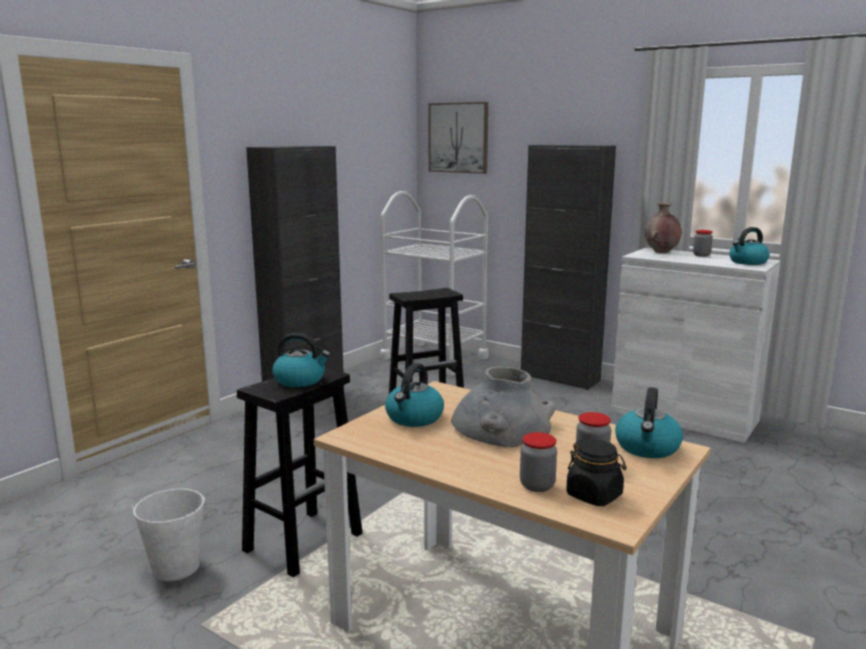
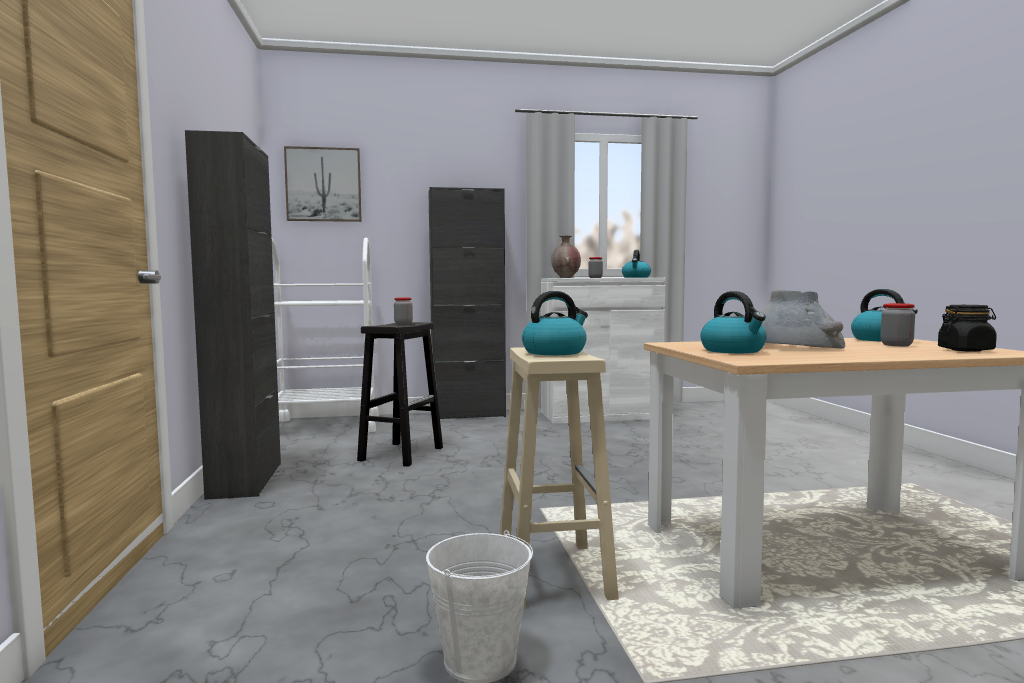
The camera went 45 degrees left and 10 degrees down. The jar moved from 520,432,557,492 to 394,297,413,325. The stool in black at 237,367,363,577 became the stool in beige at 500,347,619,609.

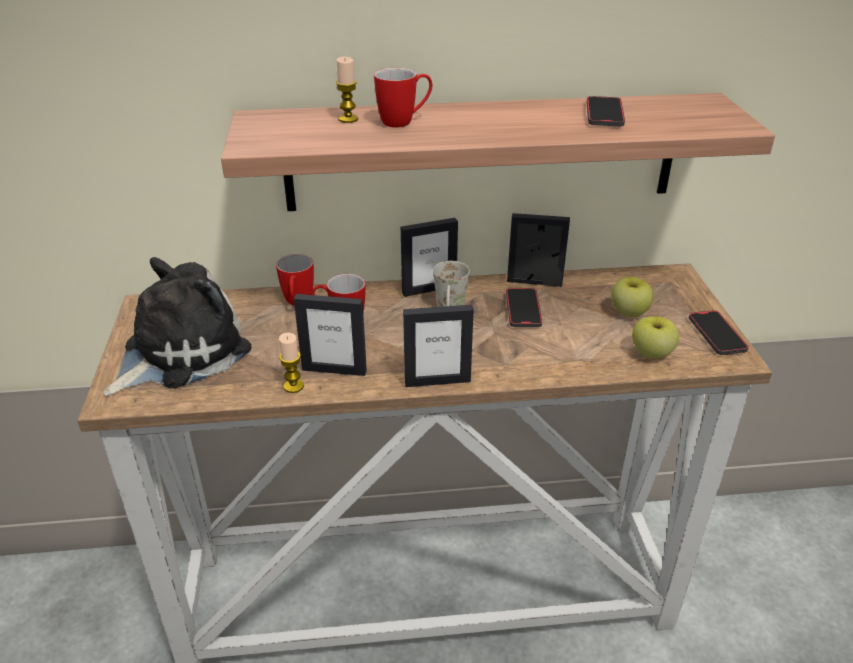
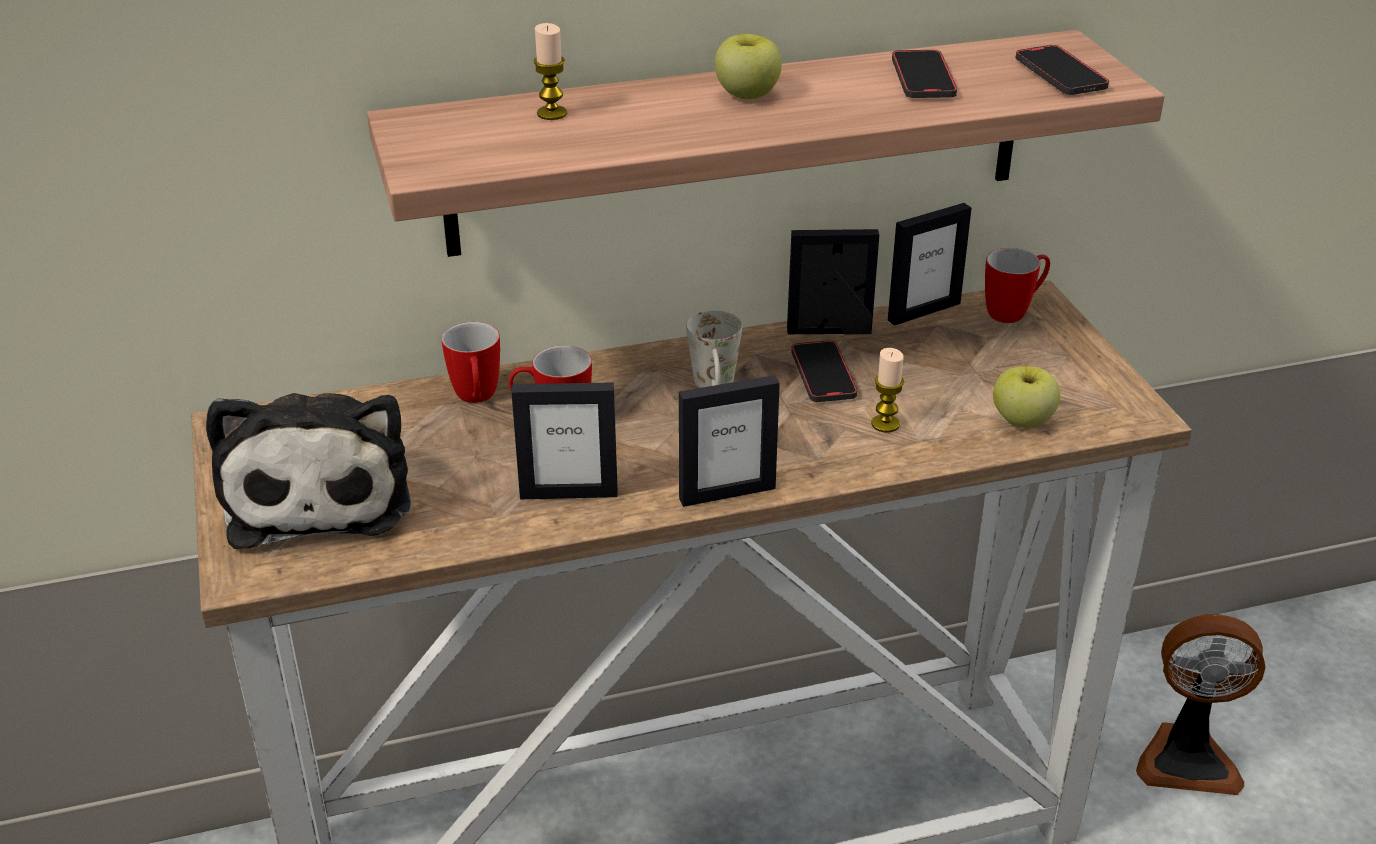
The camera went 10 degrees left and 0 degrees up. The fan at 1136,614,1266,795 appeared. The candle moved from 279,333,304,393 to 871,348,904,433. The mug moved from 374,68,432,128 to 985,248,1050,323. The picture frame moved from 401,218,458,297 to 888,203,972,326. The apple moved from 611,277,653,317 to 715,34,782,99. The phone moved from 689,310,749,355 to 1016,45,1109,95. The plush toy at 104,257,252,397 turned 135 degrees clockwise.

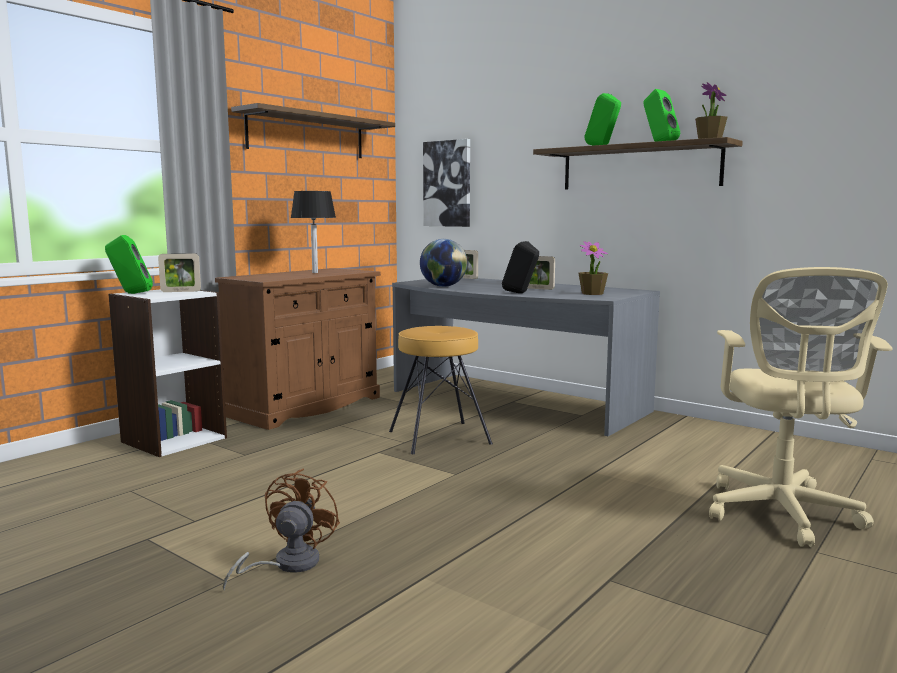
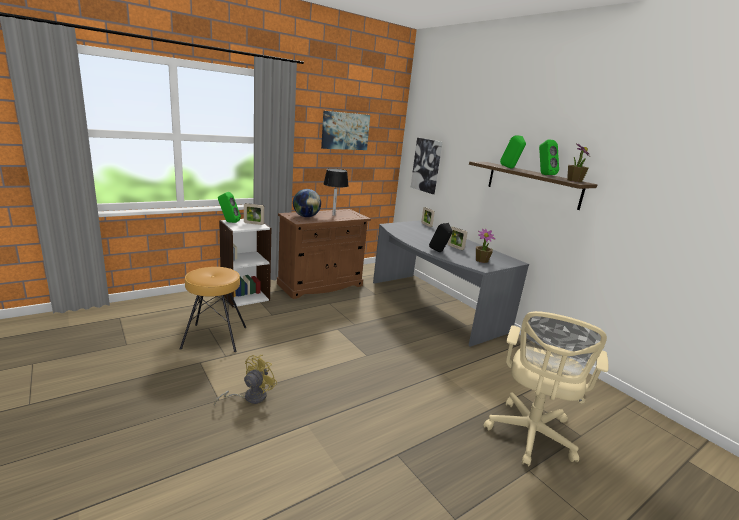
The camera went 15 degrees right and 10 degrees up. The stool in brown moved from 389,326,493,454 to 180,267,246,352. The globe moved from 420,239,467,287 to 293,189,321,217. The shelf at 231,103,395,158 was replaced by the picture at 321,111,370,150. The fan in brown at 223,469,340,591 became the fan in yellow at 214,355,277,406.

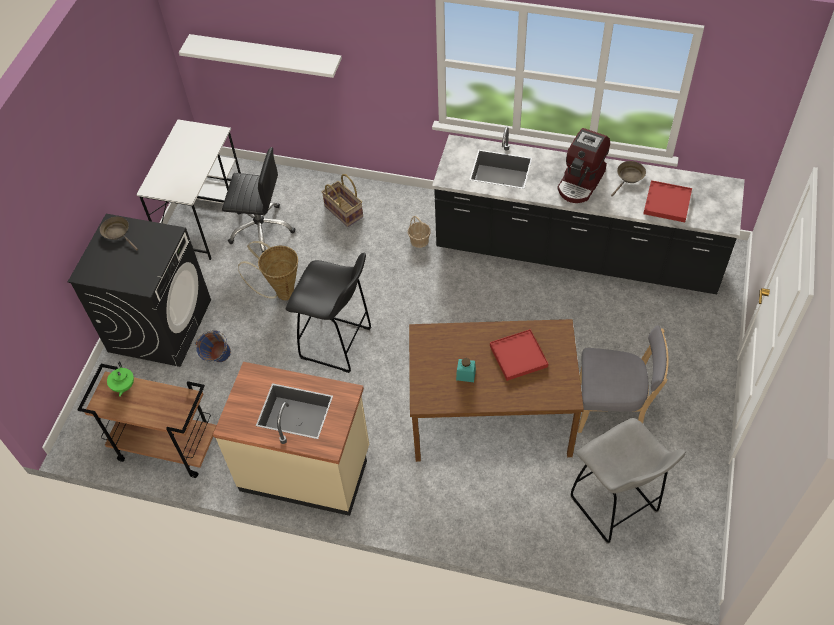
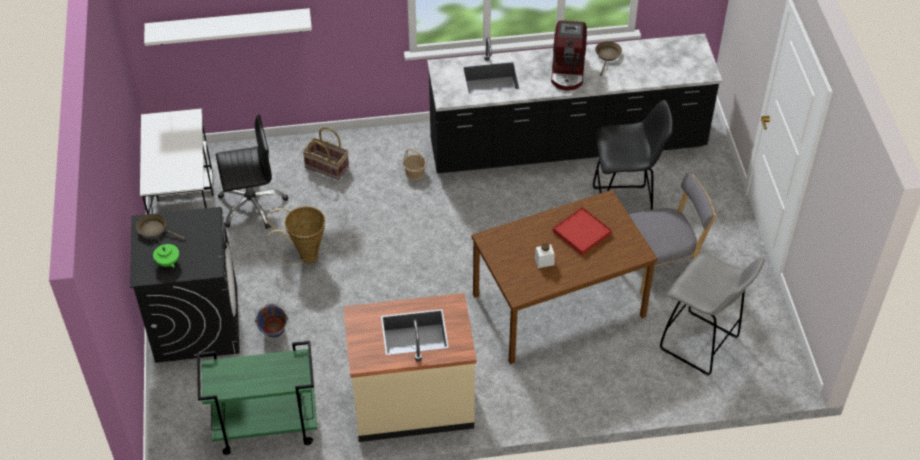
The camera went 25 degrees left and 5 degrees down. The tray in red at 643,180,692,222 disappeared. The teapot in green moved from 107,362,134,397 to 153,239,179,268. The stool in black moved from 286,252,371,373 to 593,100,673,210. The cart in brown at 77,364,217,478 became the cart in green at 197,341,317,455. The jar in turquoise at 456,358,476,382 became the jar in white at 535,243,554,268.

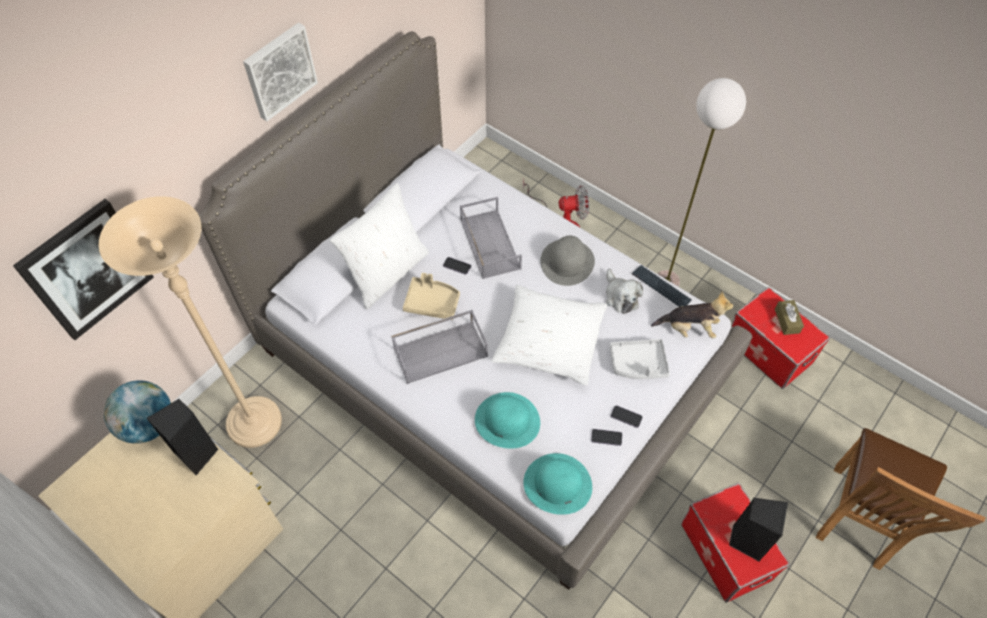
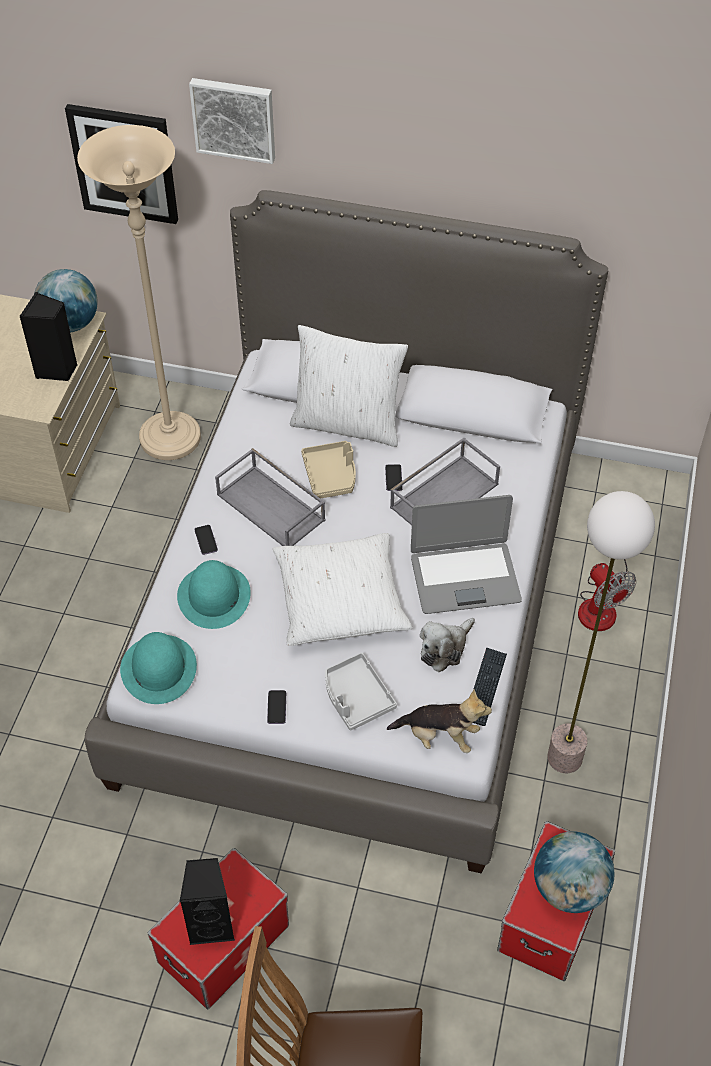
The camera went 65 degrees right and 5 degrees down. The picture moved from 243,22,318,121 to 189,78,275,164. The phone moved from 591,429,622,446 to 194,525,218,555. The hat in grey at 540,235,595,286 was replaced by the laptop at 411,495,522,614. The tissue box in brown at 775,300,804,335 was replaced by the globe at 534,831,614,913. The plush toy at 651,291,733,339 turned 60 degrees counterclockwise.

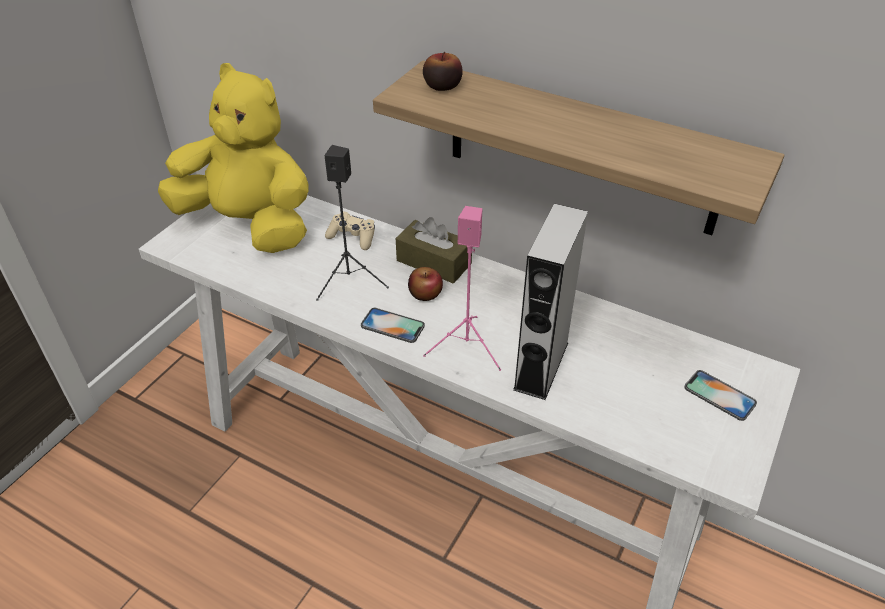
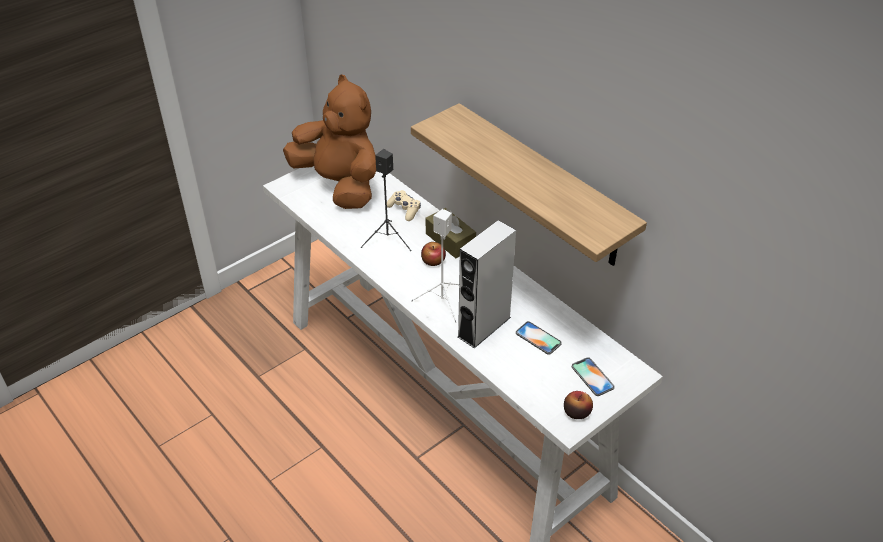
The camera went 20 degrees right and 0 degrees up. The phone moved from 361,308,425,343 to 516,321,562,355. The apple moved from 423,52,463,91 to 564,391,593,419. The plush toy in yellow at 158,63,308,253 became the plush toy in brown at 283,74,376,209. The speaker in pink at 423,206,501,371 became the speaker in white at 411,209,459,323.

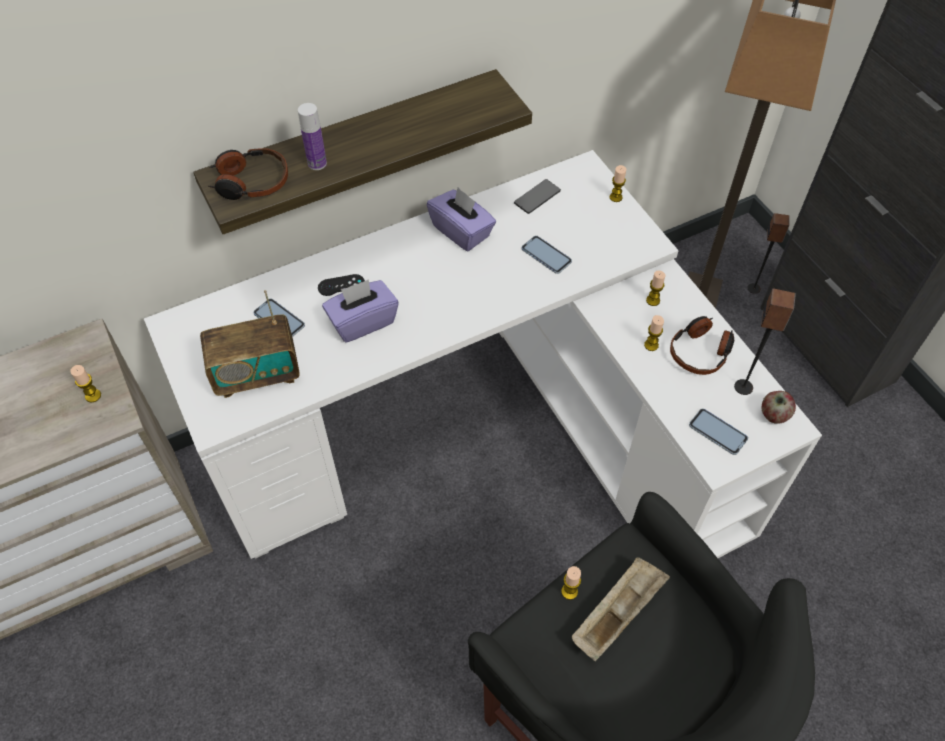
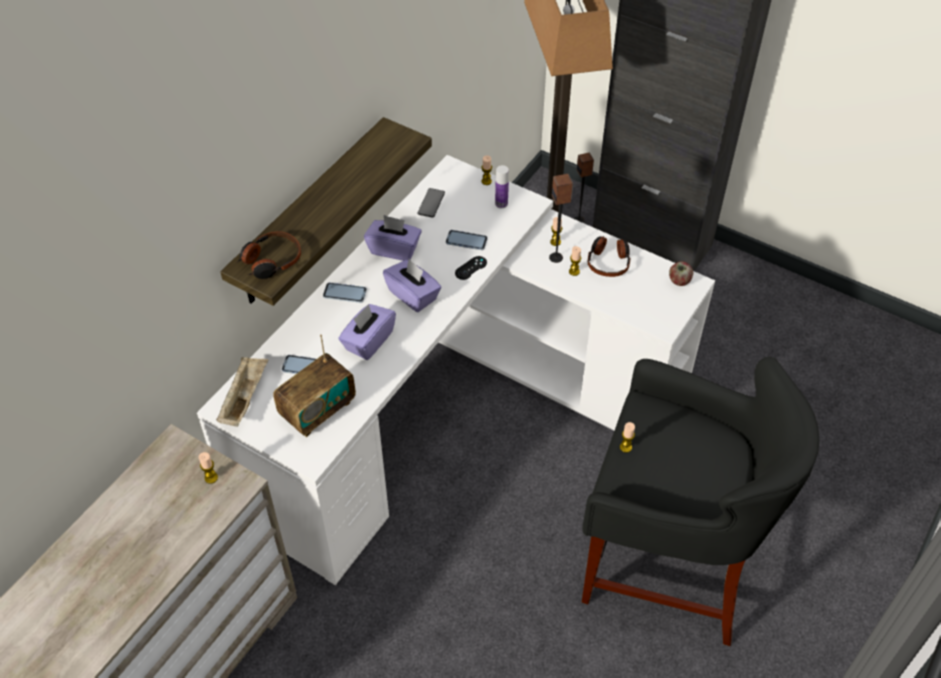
The camera went 30 degrees left and 5 degrees down. The tissue box in purple at 383,259,442,312 appeared. The bottle moved from 298,103,327,170 to 495,165,509,208. The game controller in black moved from 318,274,365,296 to 455,256,487,280. The tray in beige moved from 572,557,670,661 to 216,357,268,427. The phone moved from 689,409,748,455 to 323,283,367,303. The speaker moved from 734,288,796,395 to 549,174,573,263.

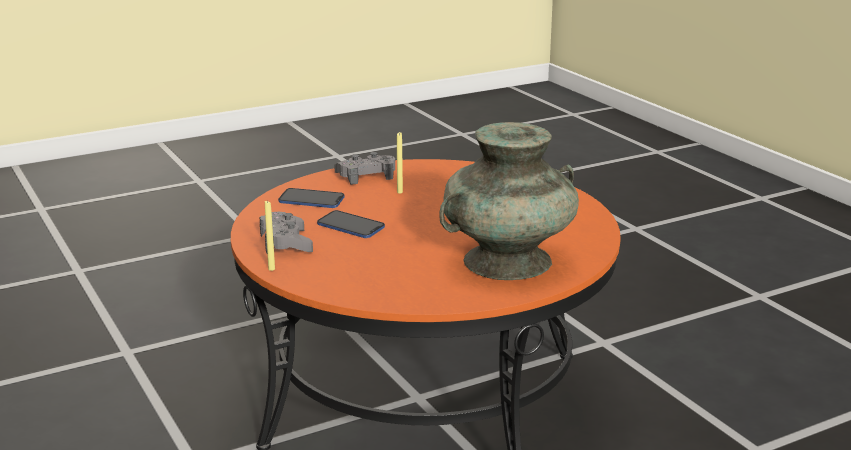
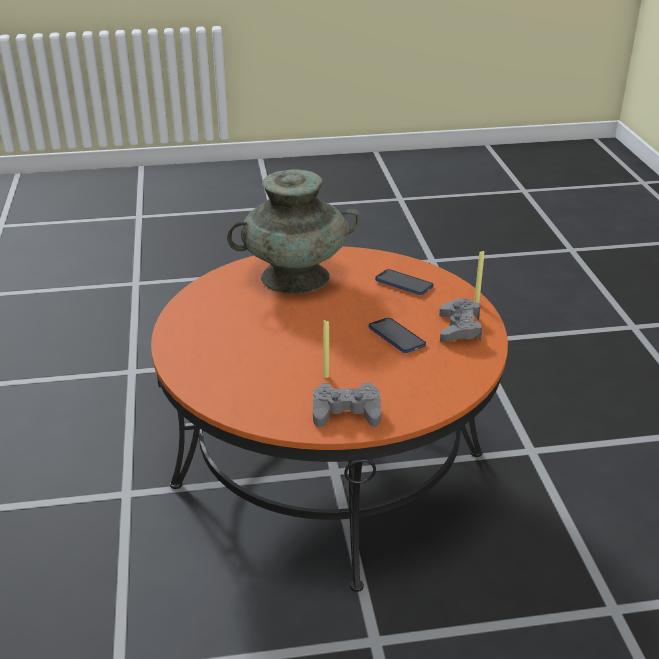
The camera went 160 degrees left and 10 degrees up. The phone moved from 278,188,344,208 to 375,269,434,295.

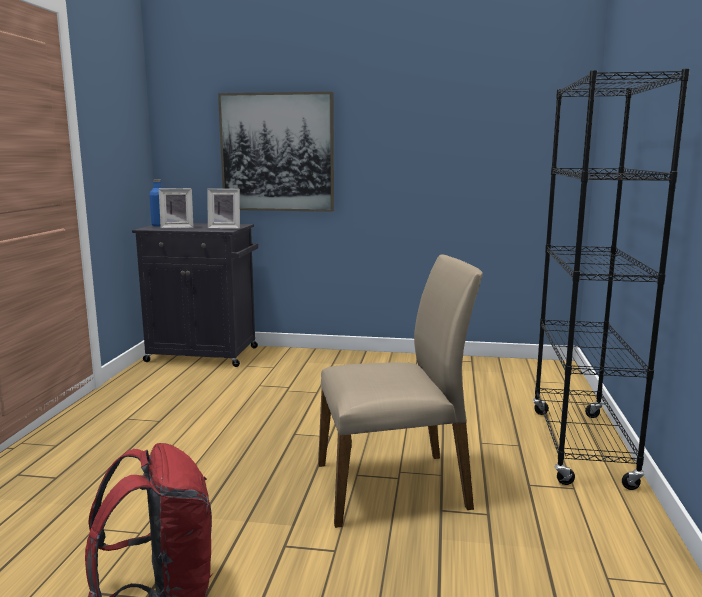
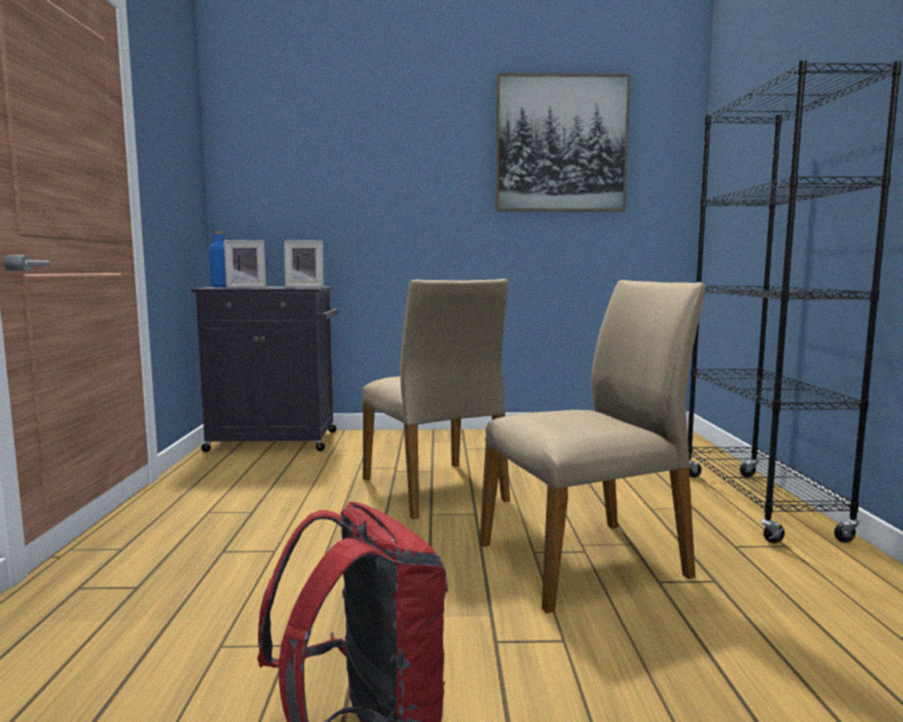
The camera went 10 degrees left and 5 degrees down. The chair in beige at 363,279,510,519 appeared. The picture moved from 218,92,334,212 to 495,73,631,212.

